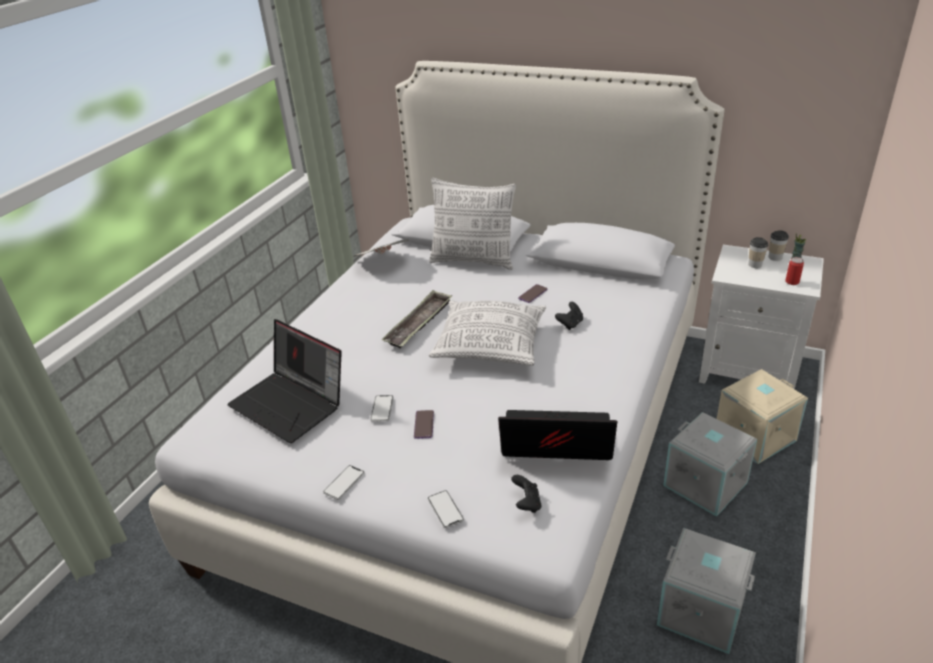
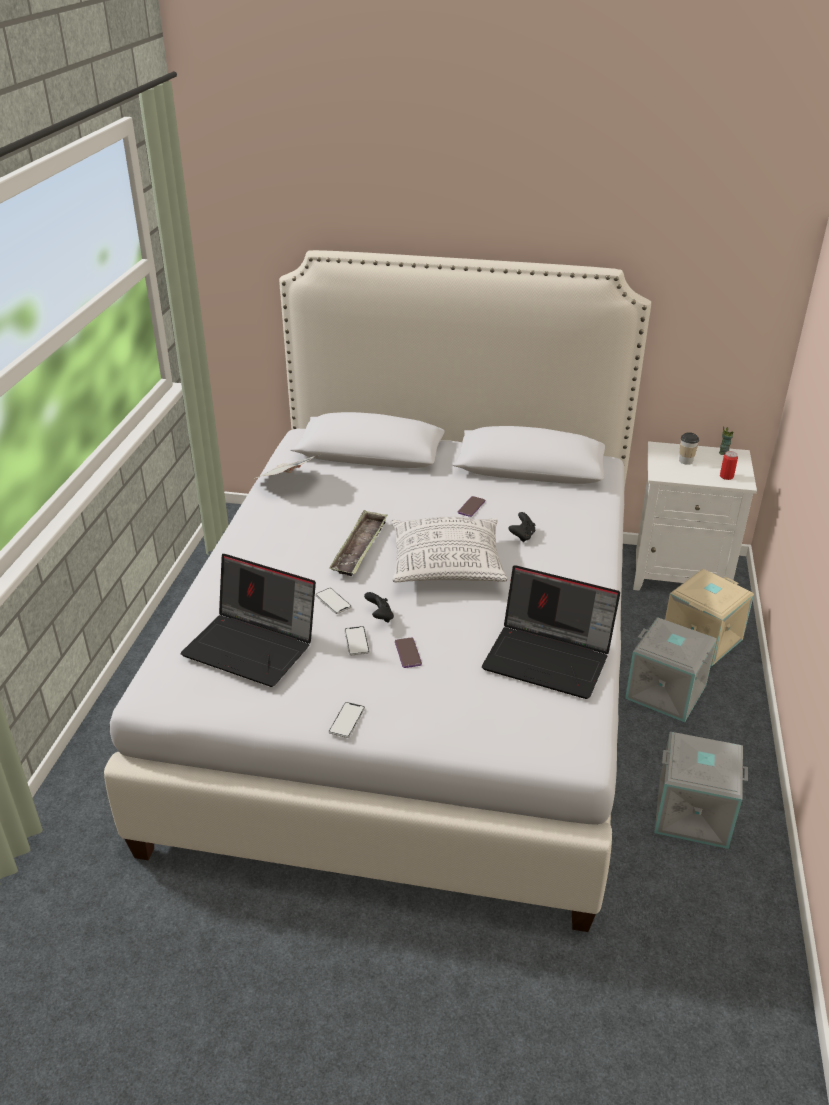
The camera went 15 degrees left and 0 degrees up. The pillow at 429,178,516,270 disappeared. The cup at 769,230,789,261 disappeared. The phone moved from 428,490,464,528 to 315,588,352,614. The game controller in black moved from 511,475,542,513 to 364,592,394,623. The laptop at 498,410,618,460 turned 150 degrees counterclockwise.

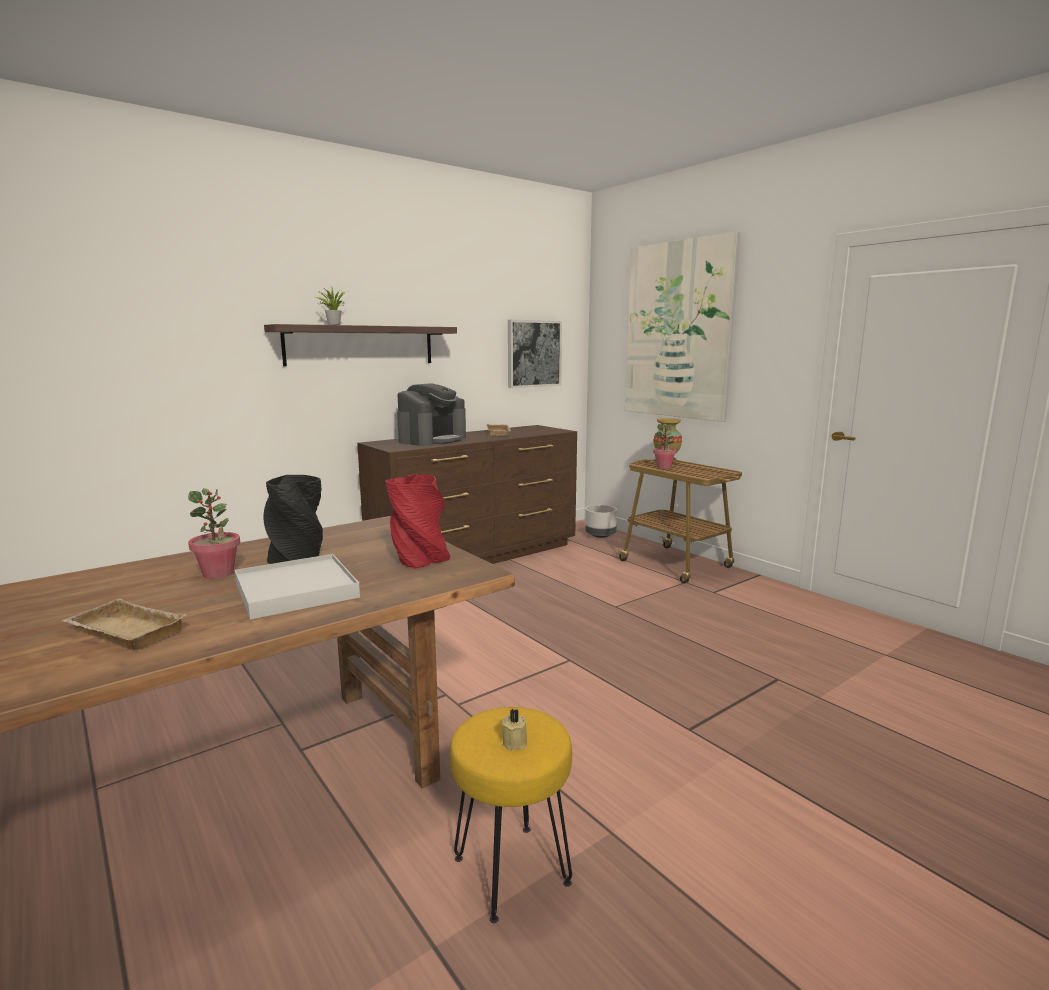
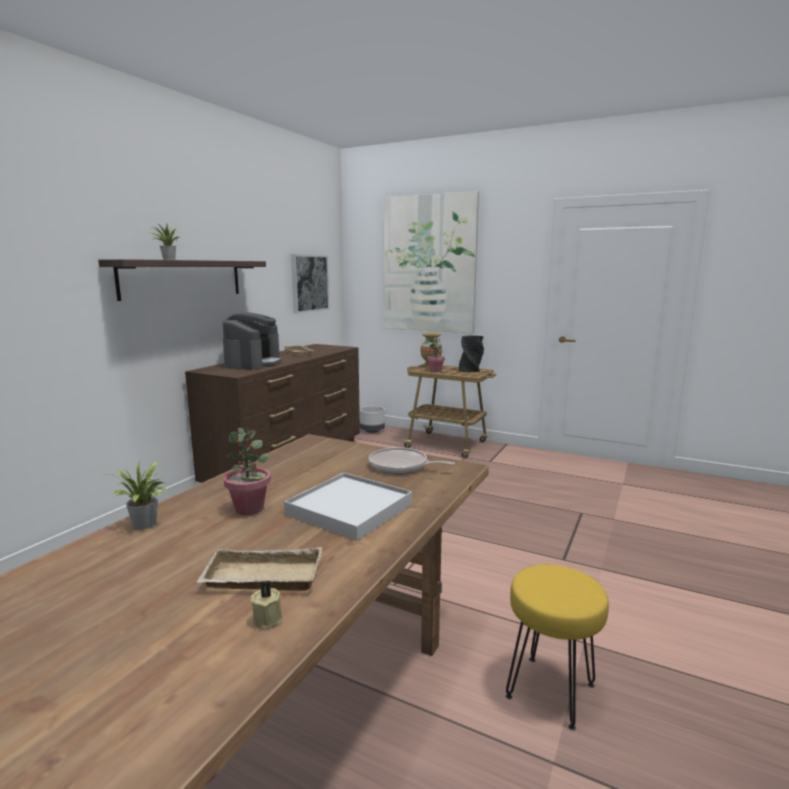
The camera went 25 degrees left and 0 degrees up. The potted plant at 100,460,167,529 appeared. The vase in black moved from 263,475,323,564 to 459,336,484,372. The candle in beige moved from 501,709,527,751 to 251,581,282,630. The vase in red at 385,474,450,569 was replaced by the frying pan at 369,447,455,474.

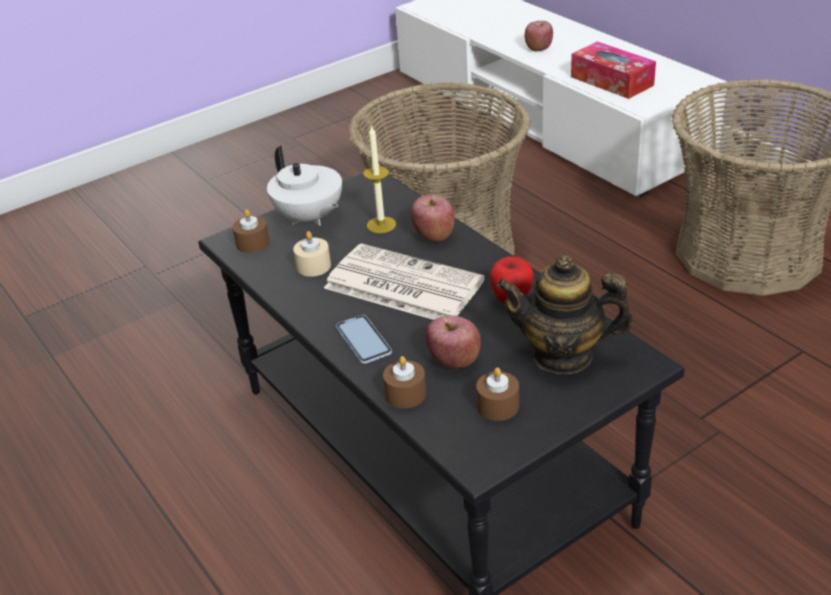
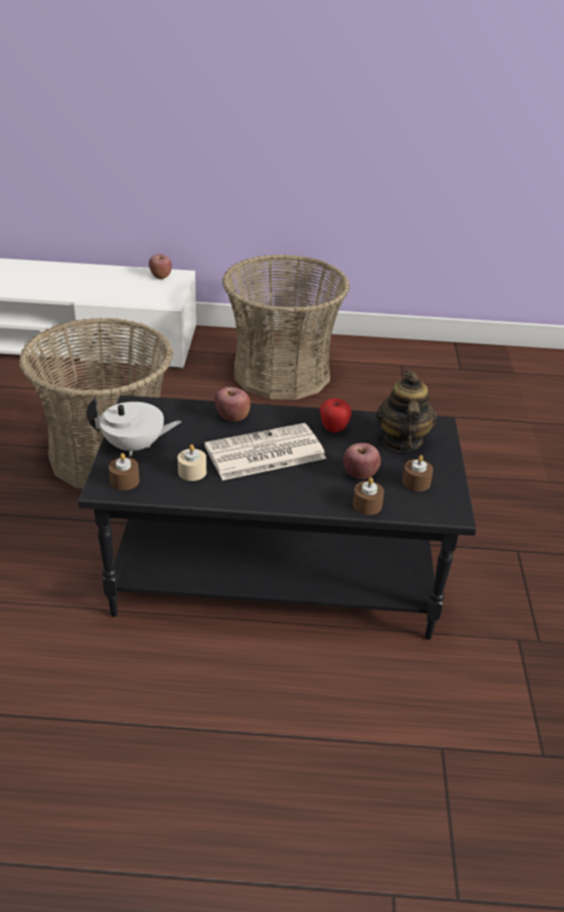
The camera went 55 degrees left and 0 degrees up. The phone at 336,315,392,364 disappeared. The candle at 363,125,396,233 disappeared. The tissue box at 571,41,656,99 disappeared. The apple moved from 525,21,553,51 to 149,254,172,279. The teapot at 497,255,634,374 turned 135 degrees clockwise.

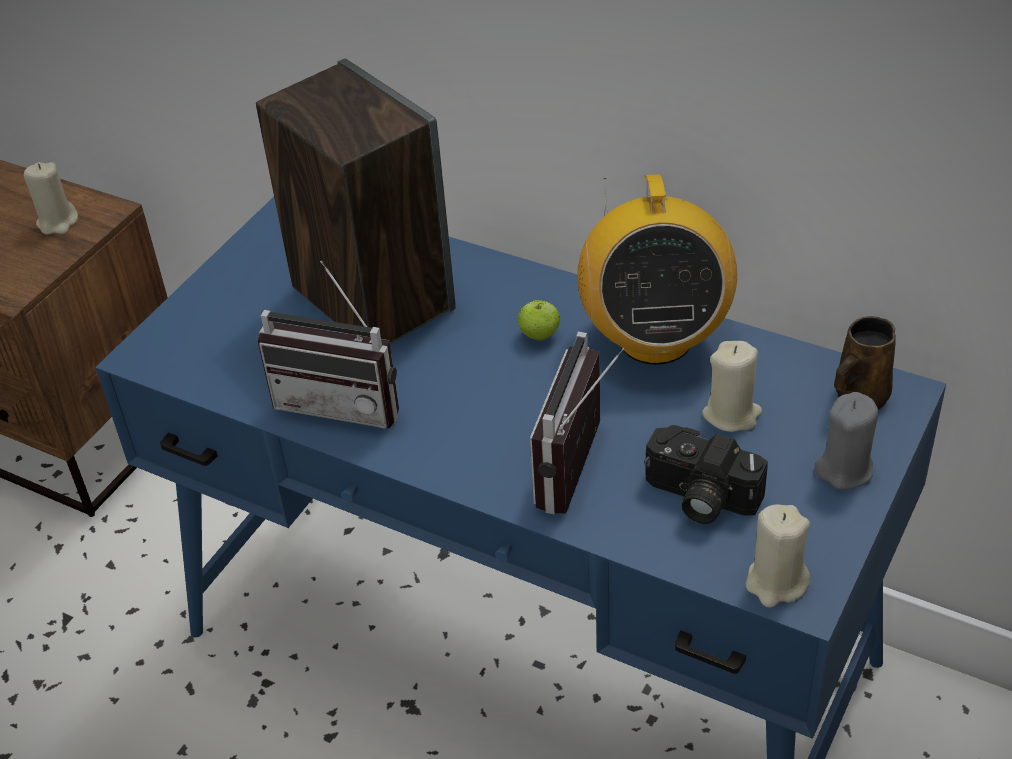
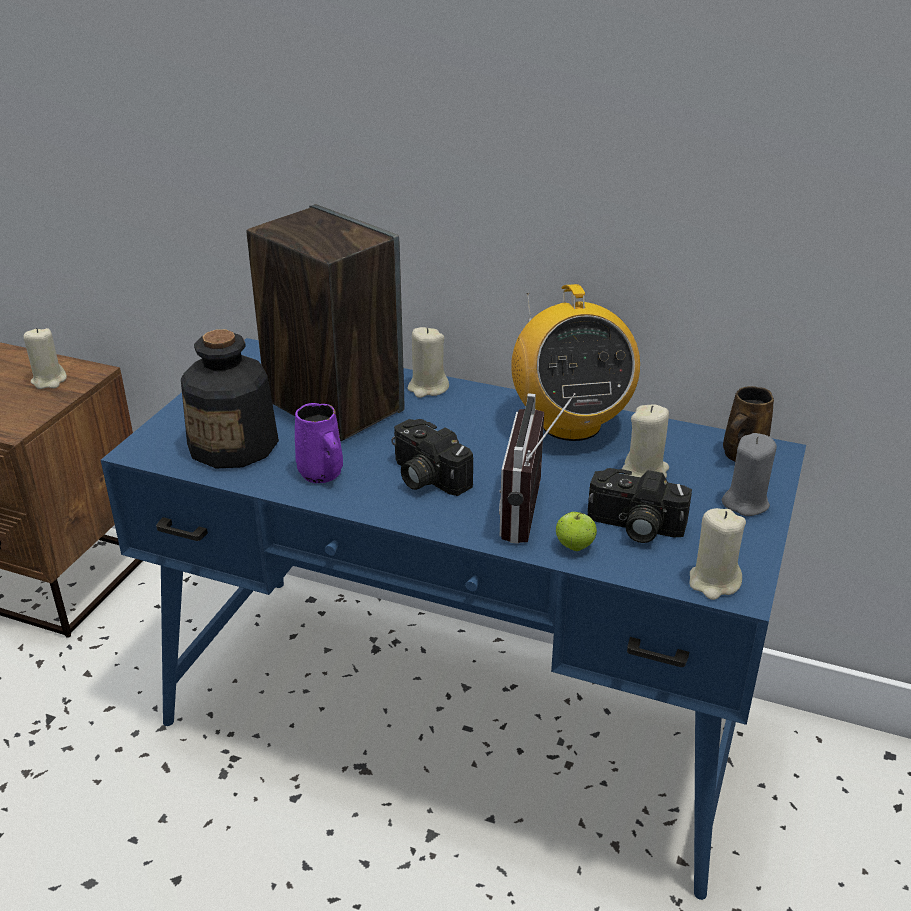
The camera went 10 degrees left and 10 degrees down. The bottle at 181,329,279,468 appeared. The photo camera at 391,419,473,496 appeared. The candle in beige at 408,327,449,398 appeared. The apple moved from 517,300,560,341 to 556,512,597,551. The radio at 258,260,399,429 was replaced by the mug in purple at 295,403,343,483.

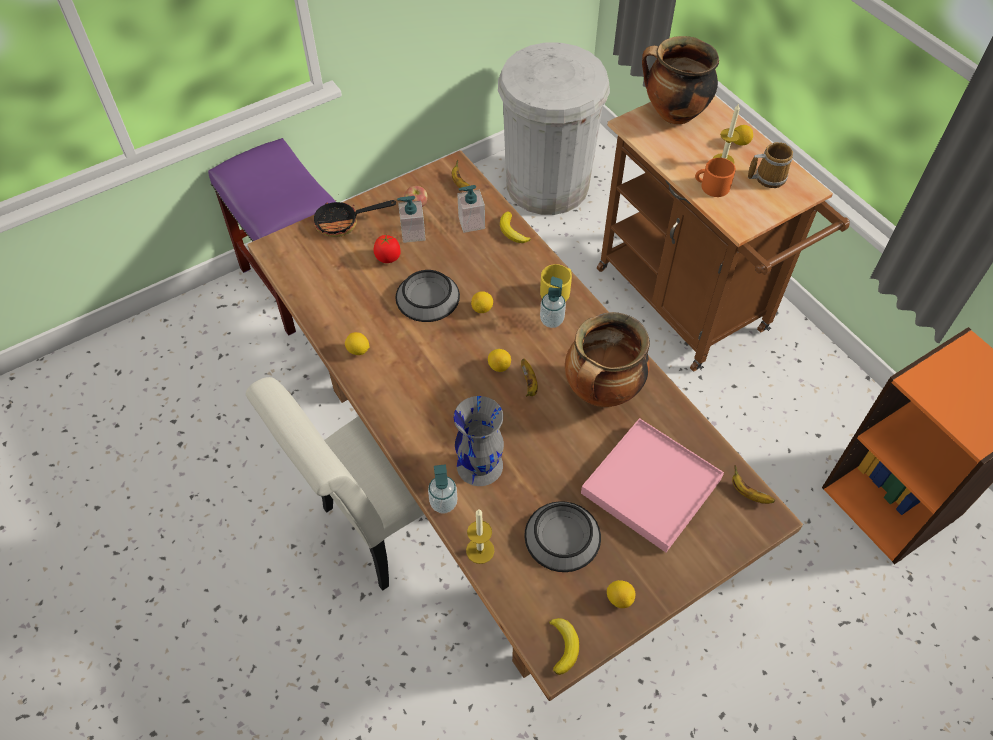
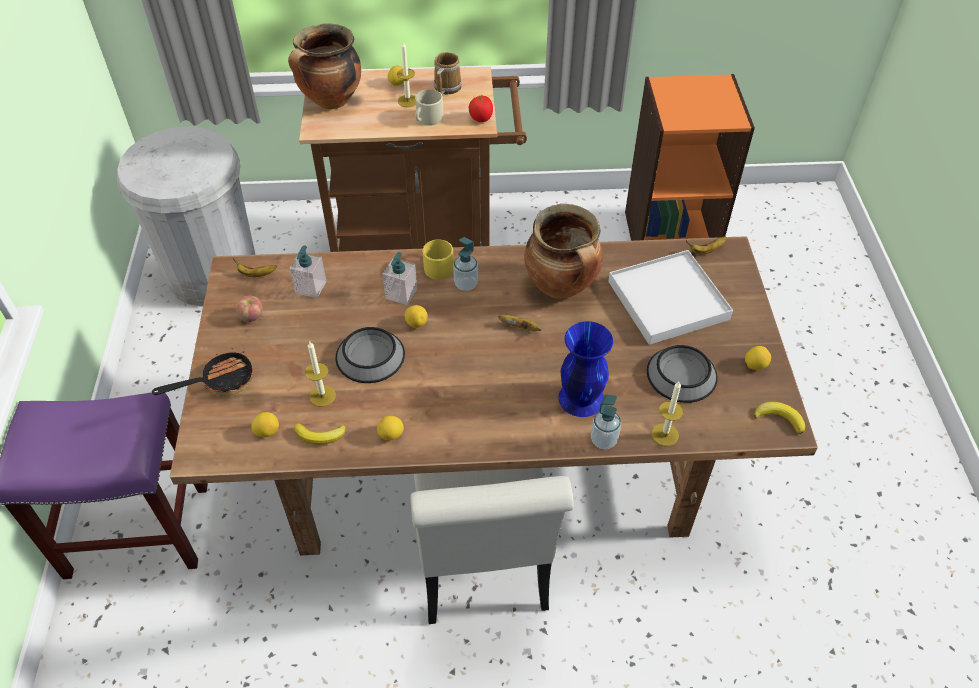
The camera went 60 degrees left and 5 degrees down. The candle at 305,342,336,407 appeared. The tomato moved from 374,234,400,263 to 469,95,493,122. The soap dispenser moved from 397,196,426,243 to 383,252,417,305. The lemon moved from 488,349,511,372 to 251,412,279,437. The banana moved from 500,212,531,243 to 294,423,346,445. The vase in grey at 454,396,504,486 became the vase in blue at 558,321,613,417. The tray in pink at 581,418,724,552 became the tray in white at 608,250,733,345. The mug in orange at 695,158,736,197 became the mug in beige at 415,89,443,126. The frying pan at 314,194,396,237 turned 135 degrees counterclockwise.

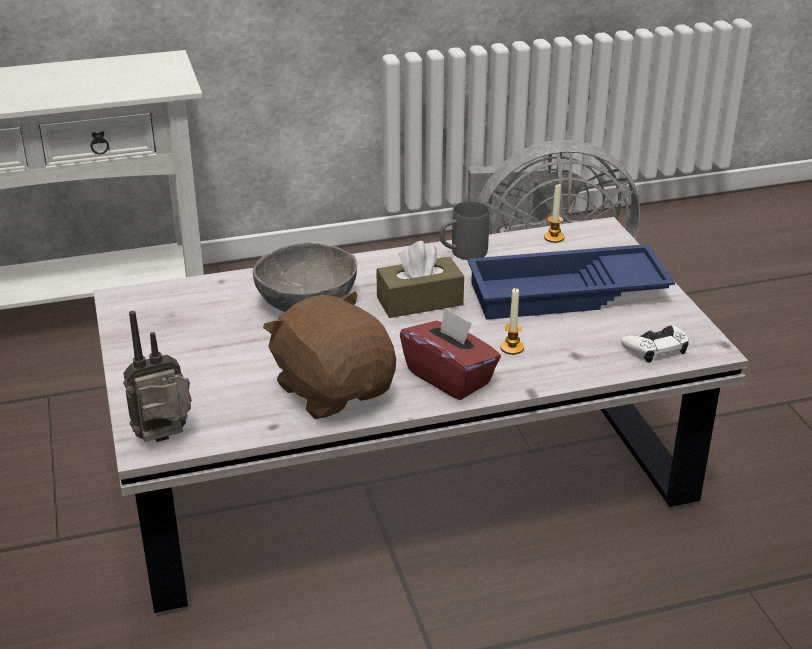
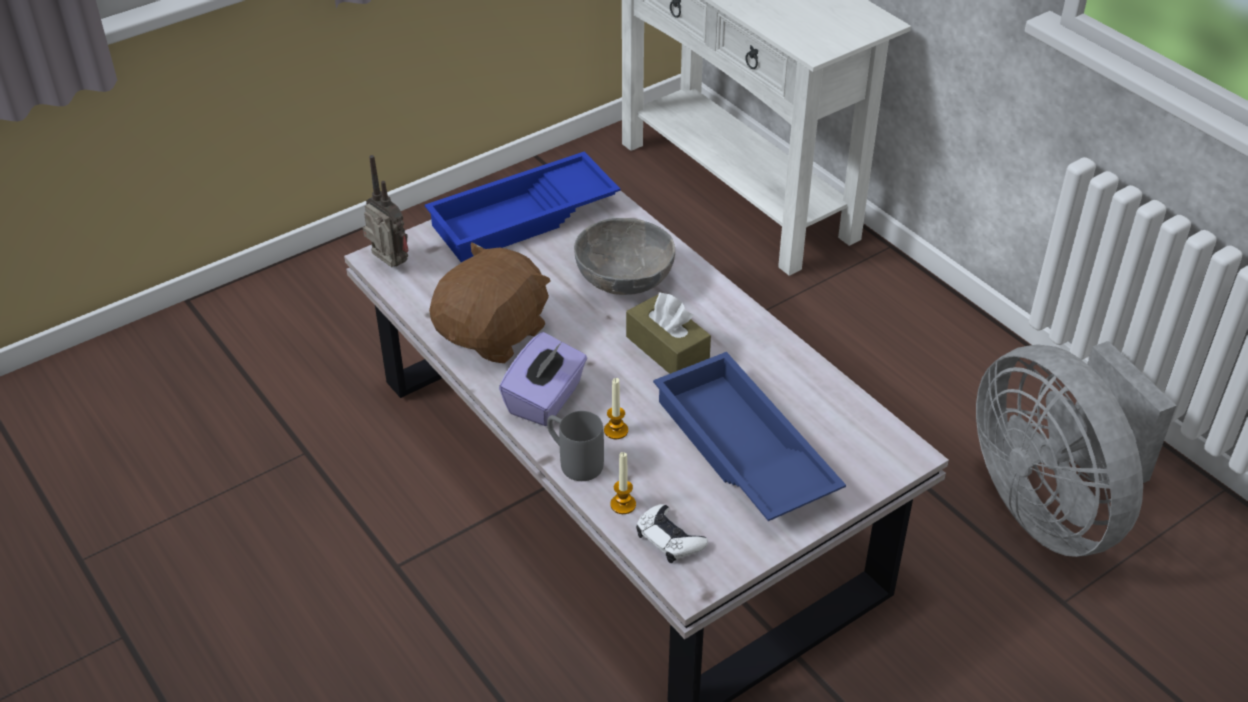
The camera went 70 degrees right and 10 degrees up. The tray in blue at 425,152,621,262 appeared. The mug in grey moved from 440,201,489,260 to 547,411,604,481. The candle moved from 544,184,564,243 to 610,452,636,514. The tissue box in red at 400,307,501,400 became the tissue box in purple at 499,332,587,426.

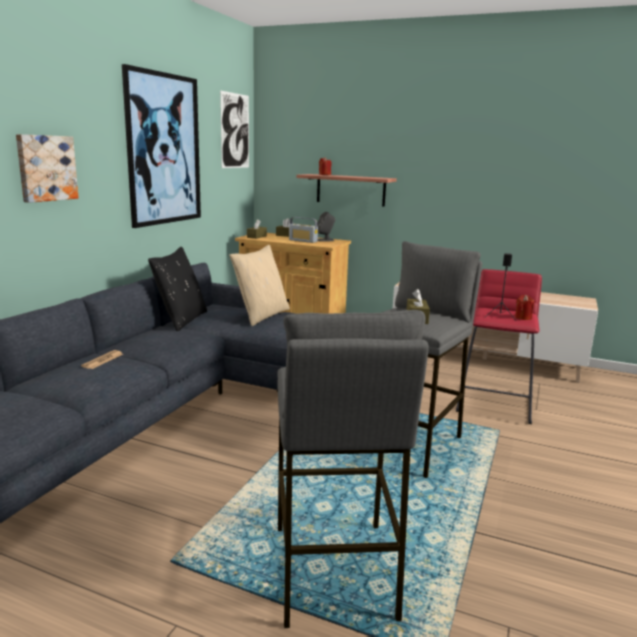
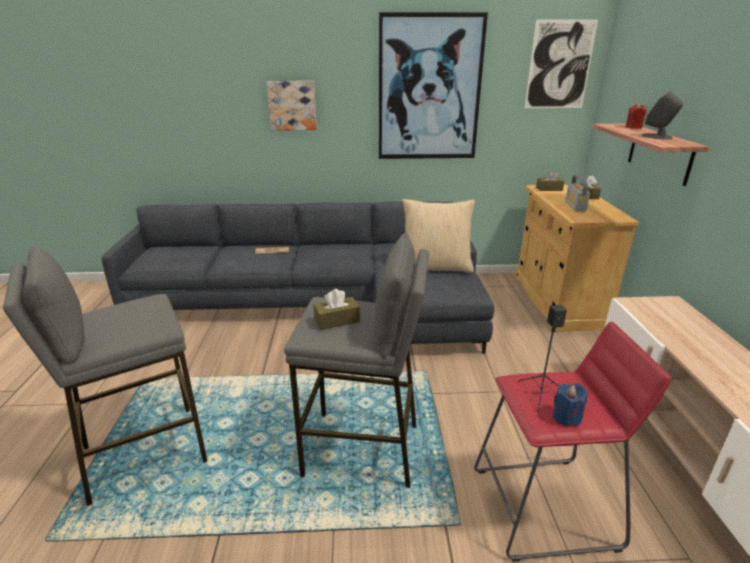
The camera went 65 degrees right and 10 degrees up. The pillow in black at 148,247,207,331 disappeared. The speaker in grey moved from 317,212,335,242 to 641,91,683,139. The candle in red at 515,295,534,320 became the candle in blue at 553,384,588,427.

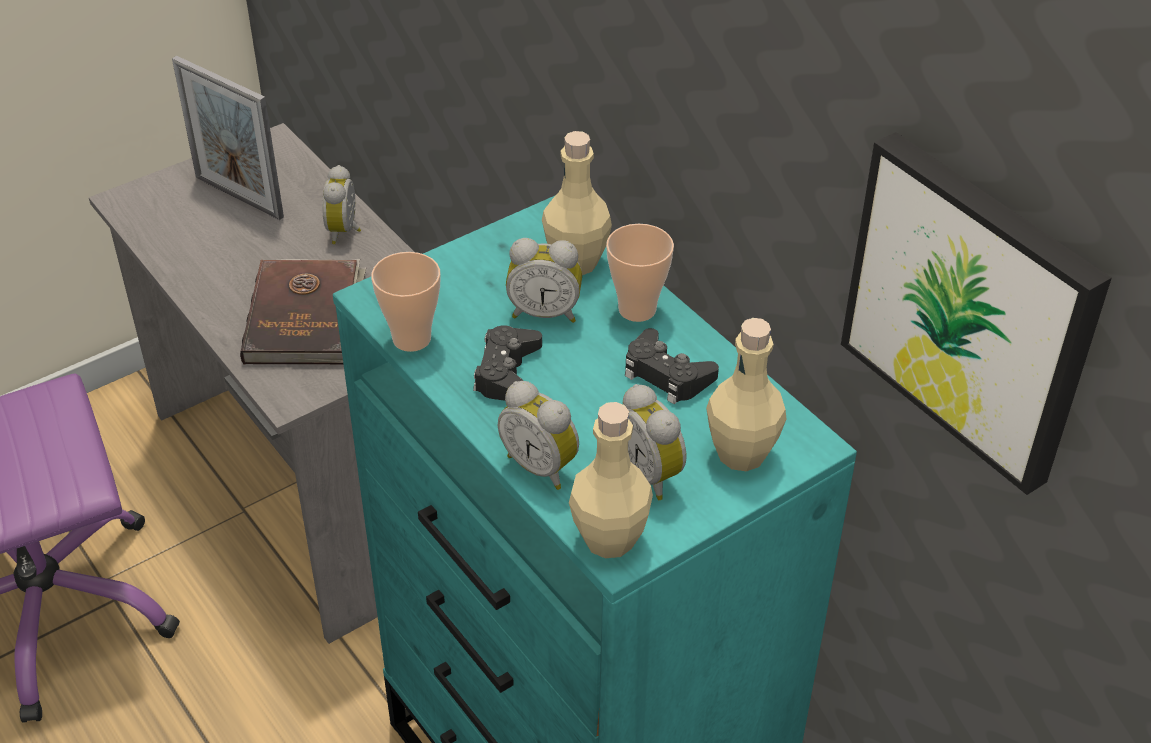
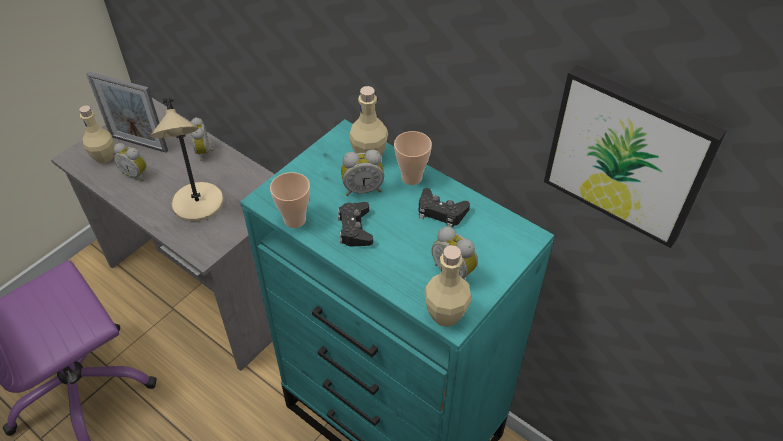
The camera went 15 degrees left and 5 degrees up. The alarm clock moved from 498,381,579,490 to 113,143,147,181. The bottle in beige moved from 706,318,786,471 to 79,105,114,163. The book in brown at 240,259,366,364 was replaced by the table lamp in beige at 151,97,223,221.

